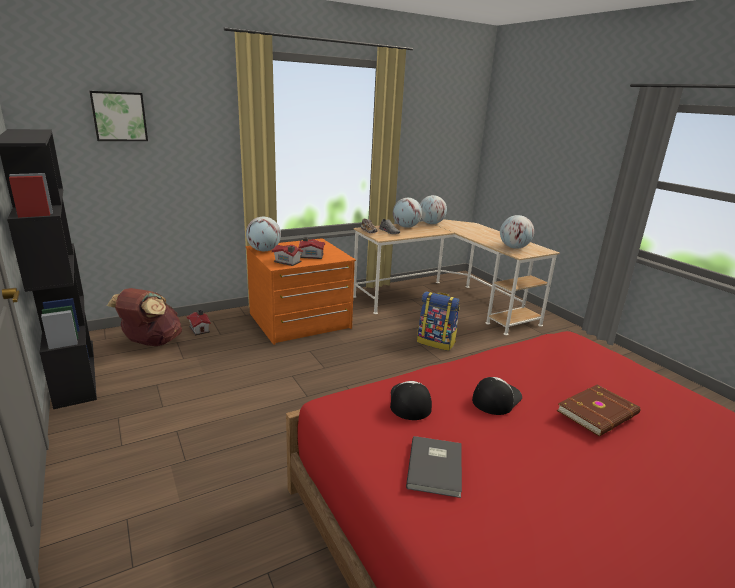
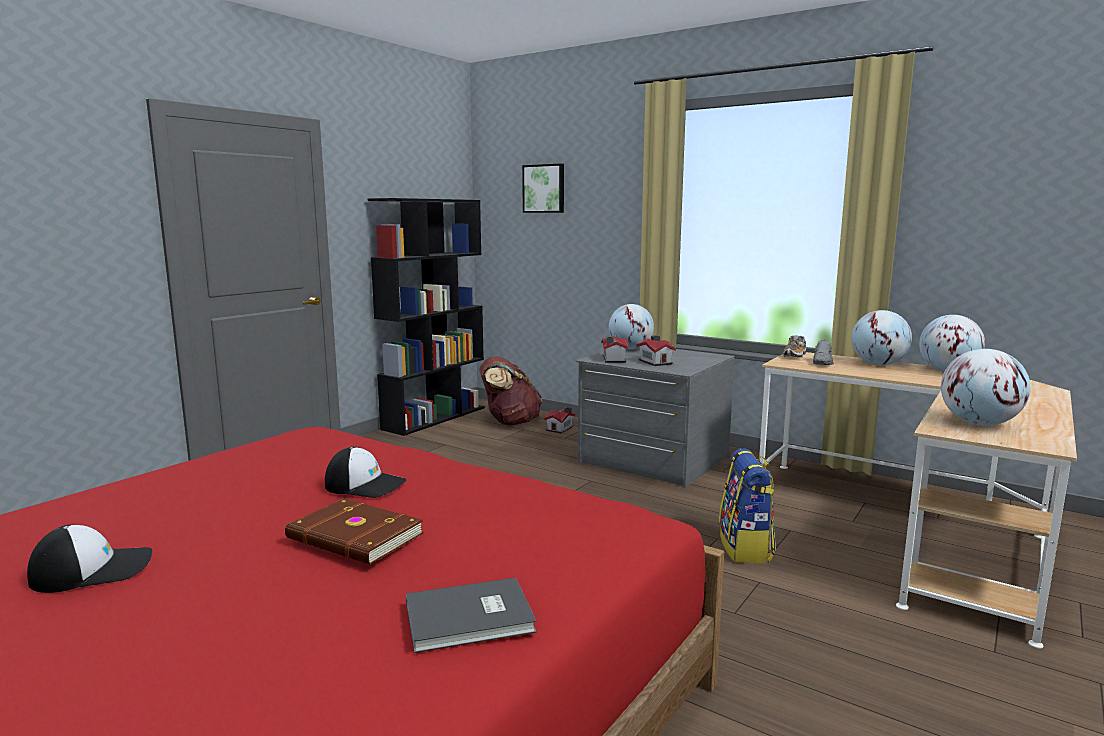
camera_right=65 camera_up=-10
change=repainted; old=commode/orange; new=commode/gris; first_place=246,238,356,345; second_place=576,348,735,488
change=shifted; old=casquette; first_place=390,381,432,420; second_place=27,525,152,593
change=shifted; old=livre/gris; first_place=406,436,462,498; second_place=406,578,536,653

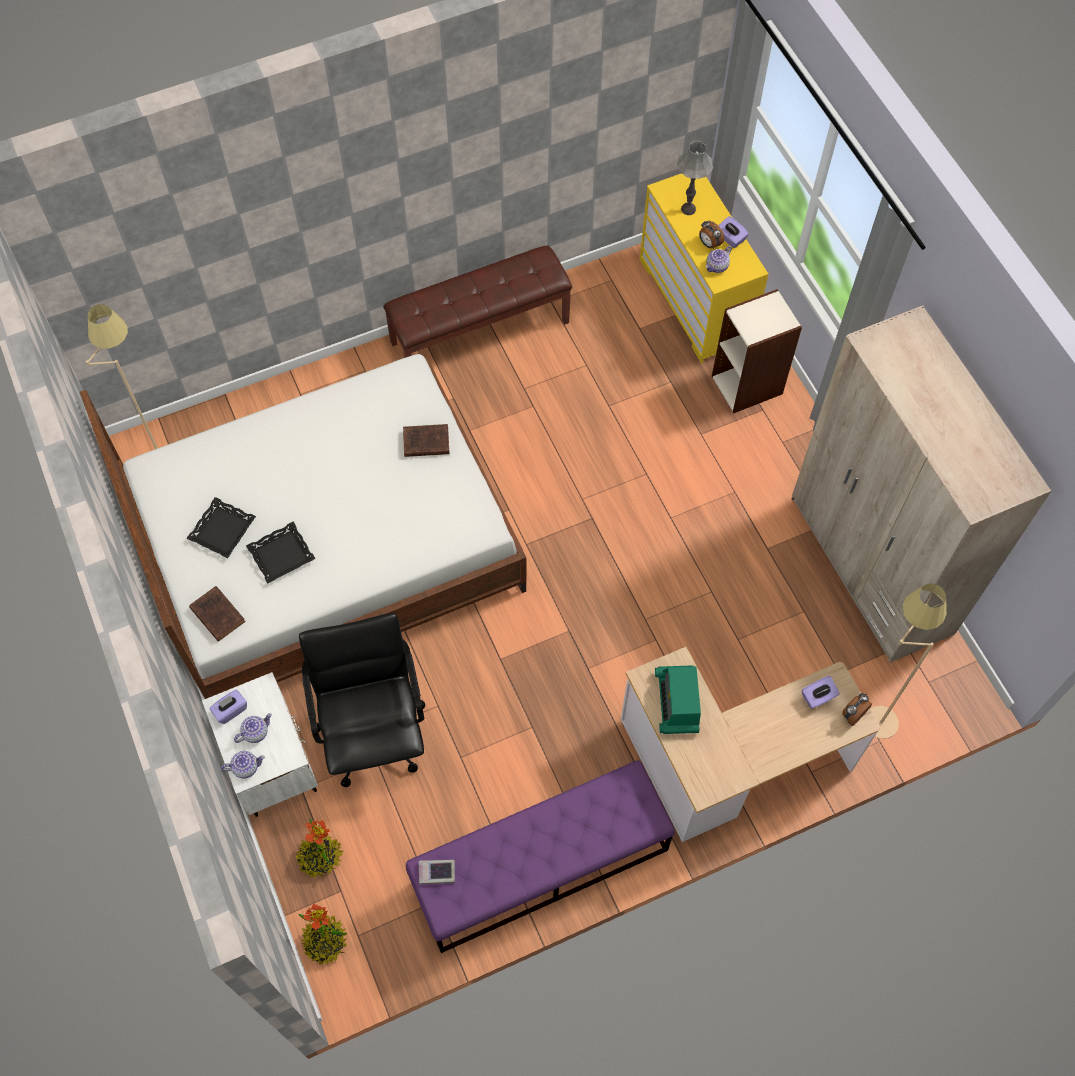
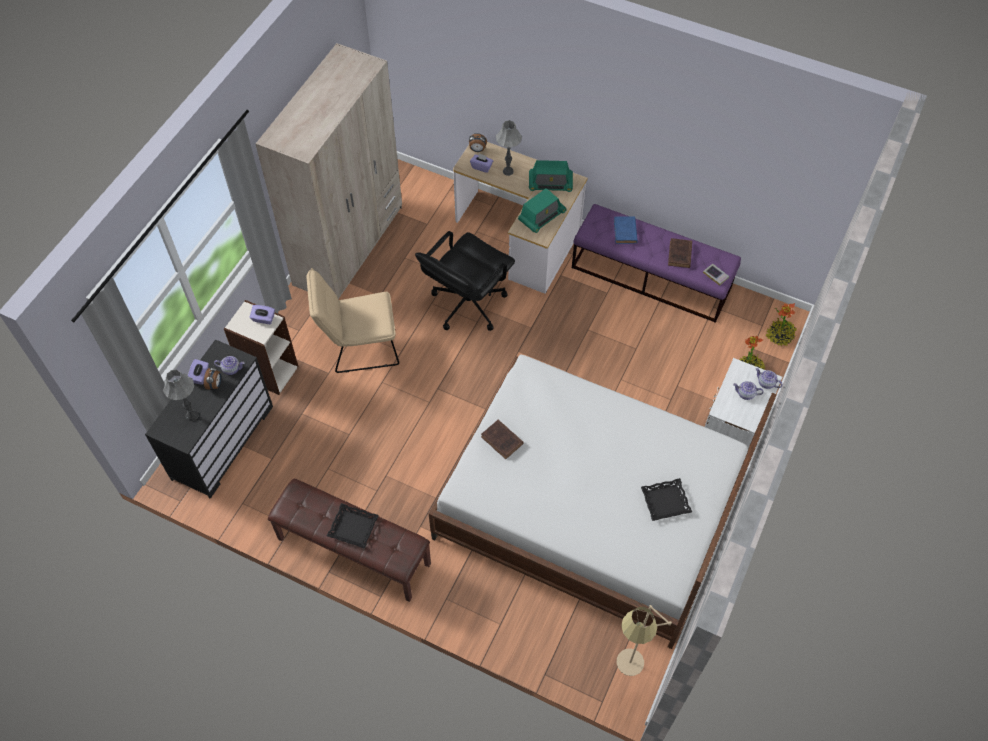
camera_right=-130 camera_up=-5
change=repainted; old=commode/jaune; new=commode/noir; first_place=640,173,769,363; second_place=145,340,273,499
change=shifted; old=plateau/noir; first_place=246,521,316,584; second_place=327,503,379,548
change=gone; old=lampadaire/beige; first_place=870,584,946,739
change=shifted; old=livre/marron; first_place=189,586,246,641; second_place=668,238,692,268
change=shifted; old=chaise de bureau/noir; first_place=299,613,425,787; second_place=415,231,515,331
change=shifted; old=boîte à mouchoirs/violet; first_place=210,690,247,724; second_place=250,305,275,324
change=new; new=lampe de table/gris; second_place=496,120,522,176
change=new; new=radio; second_place=529,160,573,192
change=new; new=livre/bleu; second_place=614,217,638,244
change=new; new=chaise/beige; second_place=306,268,399,373

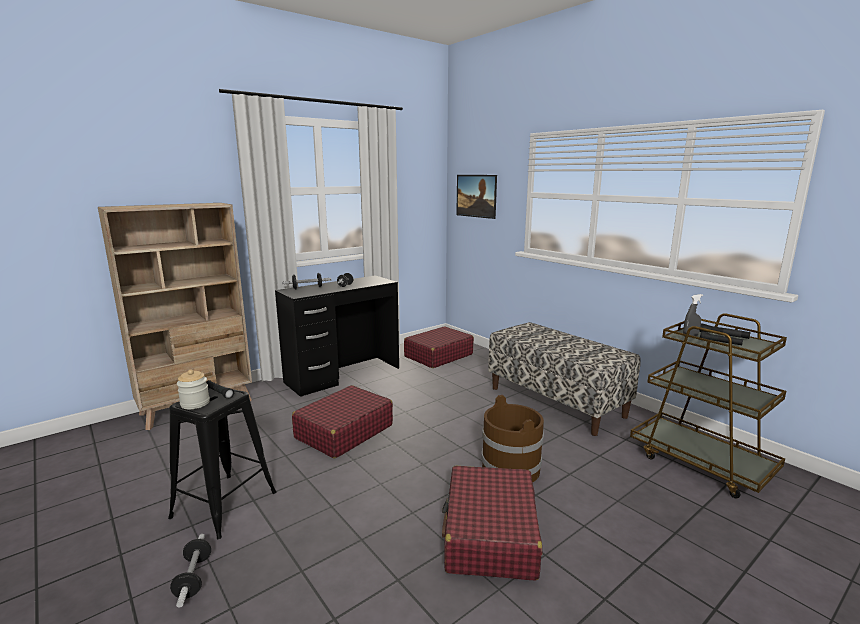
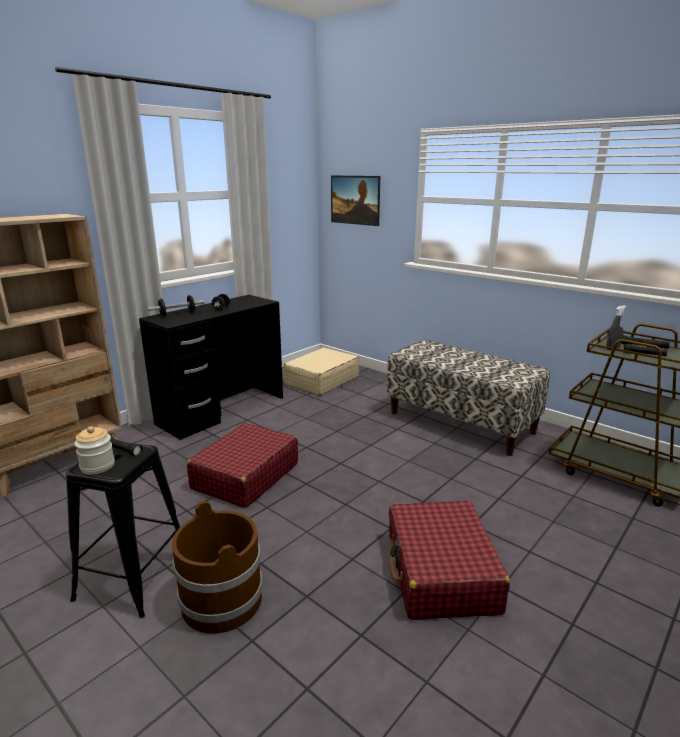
camera_right=-10 camera_up=5
change=repainted; old=valise/rouge; new=valise/beige; first_place=404,326,474,368; second_place=284,348,359,395
change=shifted; old=seau/marron; first_place=482,395,544,483; second_place=172,500,263,634
change=gone; old=haltère; first_place=170,534,211,608

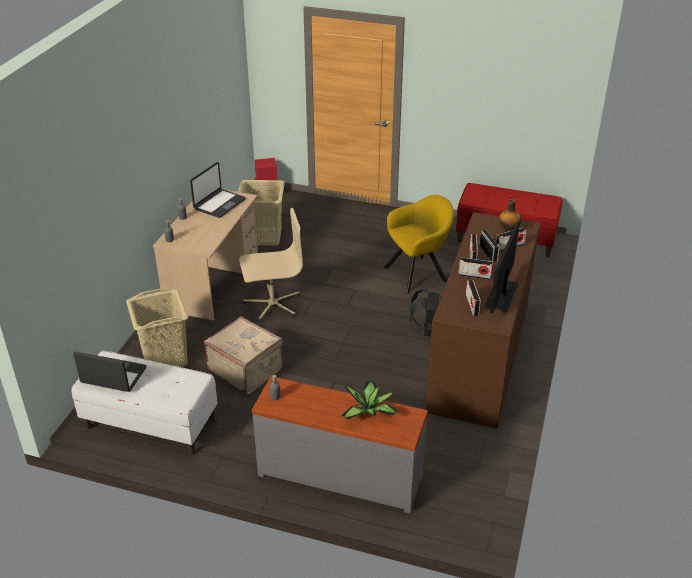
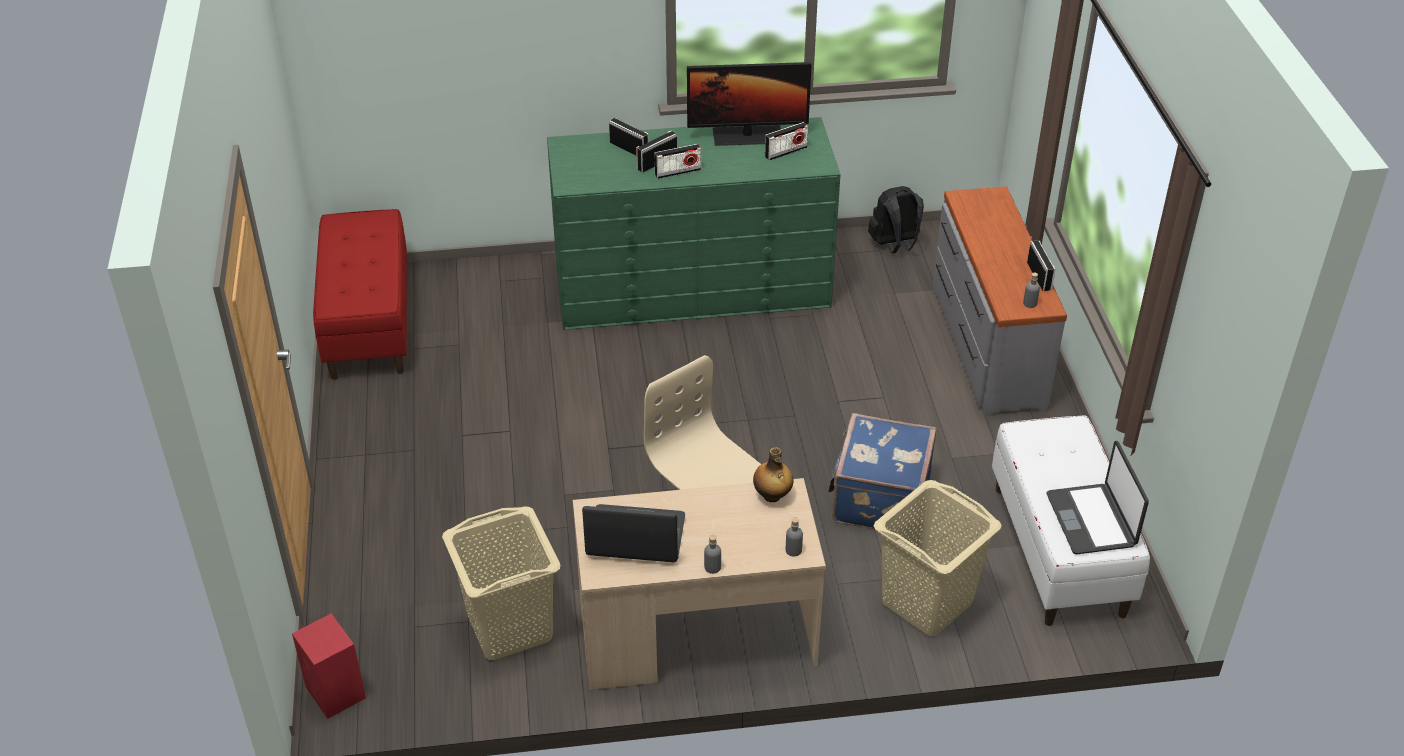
camera_right=-115 camera_up=5
change=gone; old=fauteuil/jaune; first_place=384,195,454,294
change=shifted; old=bouteille; first_place=499,199,521,232; second_place=753,447,793,502
change=repainted; old=commode/marron; new=commode/vert; first_place=426,212,540,428; second_place=547,117,840,330
change=shifted; old=radio; first_place=458,257,493,280; second_place=1027,240,1056,291
change=shifted; old=sac à dos/noir; first_place=409,289,439,336; second_place=868,186,924,253
change=repainted; old=valise/beige; new=valise/bleu; first_place=204,316,283,395; second_place=828,413,937,530
change=gone; old=plante en pot; first_place=341,381,398,419

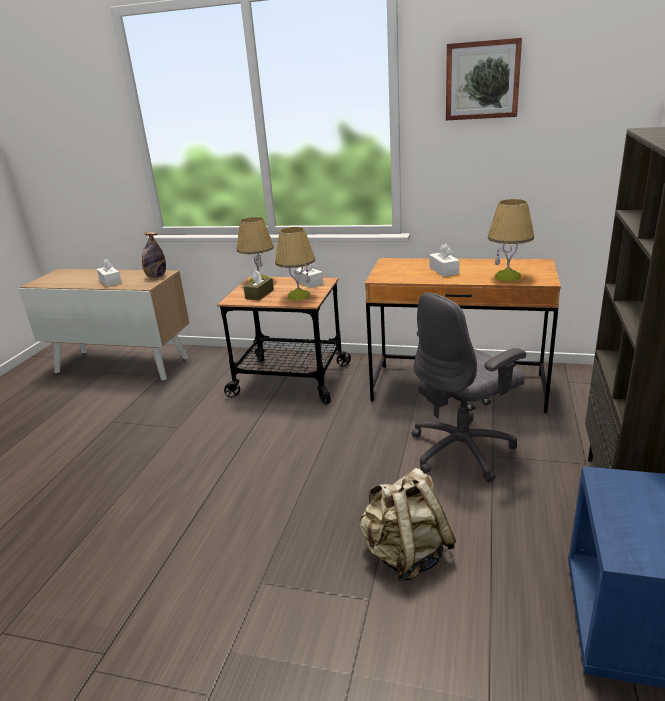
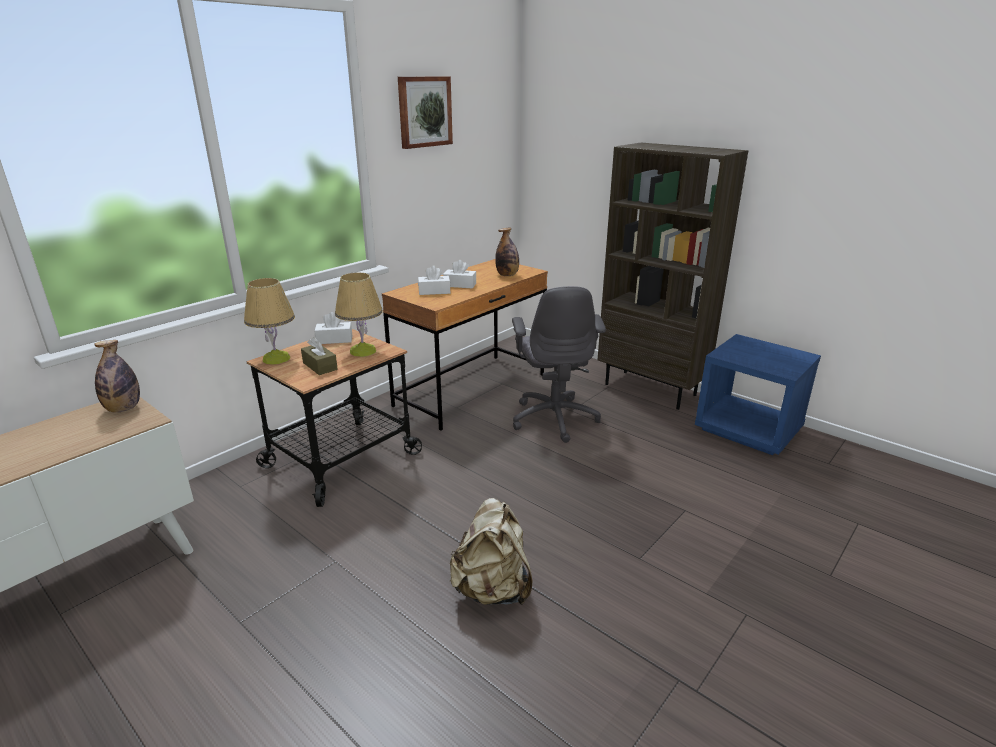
camera_right=-65 camera_up=0
change=swapped; old=lampe de table; new=bouteille; first_place=487,199,534,281; second_place=495,228,519,276
change=shifted; old=boîte à mouchoirs/blanc; first_place=97,259,122,287; second_place=418,266,451,295
change=shifted; old=sac à dos/beige; first_place=359,468,456,581; second_place=450,498,533,605

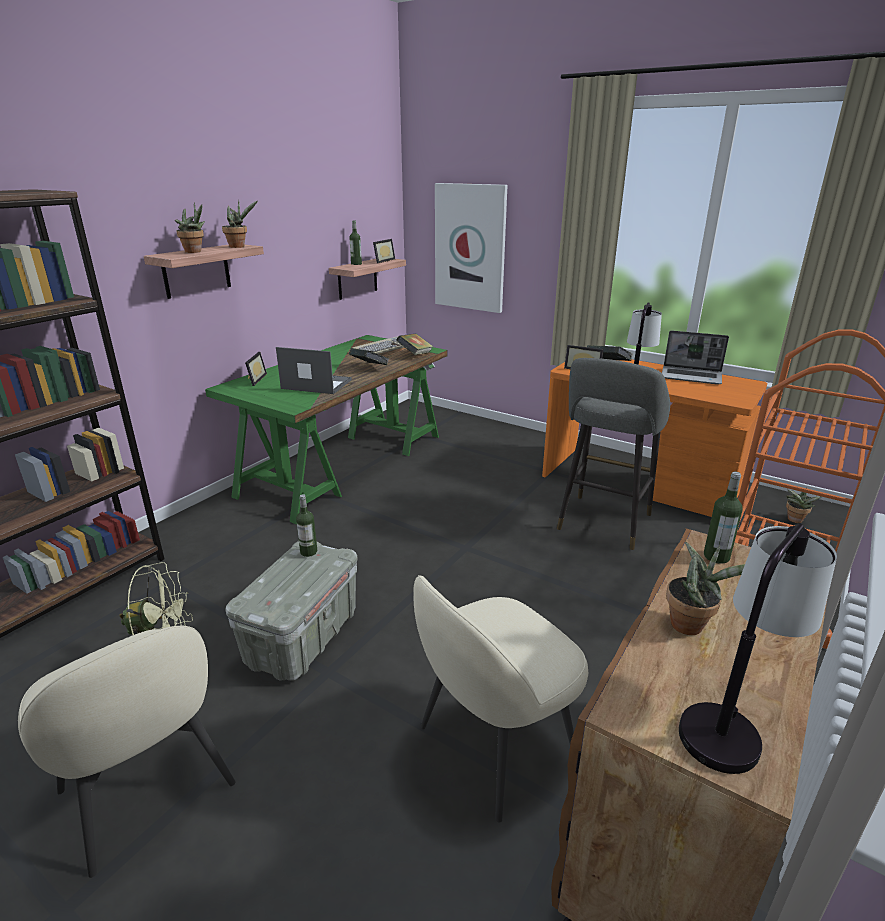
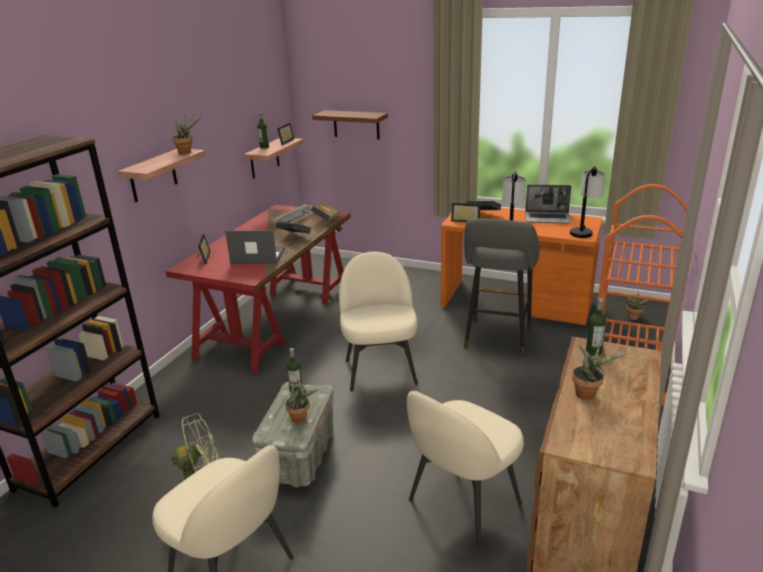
camera_right=-10 camera_up=0
change=swapped; old=tableau; new=étagère/marron; first_place=435,183,508,313; second_place=312,110,388,139
change=shifted; old=plante en pot; first_place=175,202,205,253; second_place=285,380,319,423
change=repainted; old=bureau/vert; new=bureau/rouge; first_place=205,335,447,524; second_place=166,205,351,373
change=shifted; old=lampe de table; first_place=679,524,837,774; second_place=570,166,605,238
change=new; new=chaise/beige; second_place=339,252,418,392

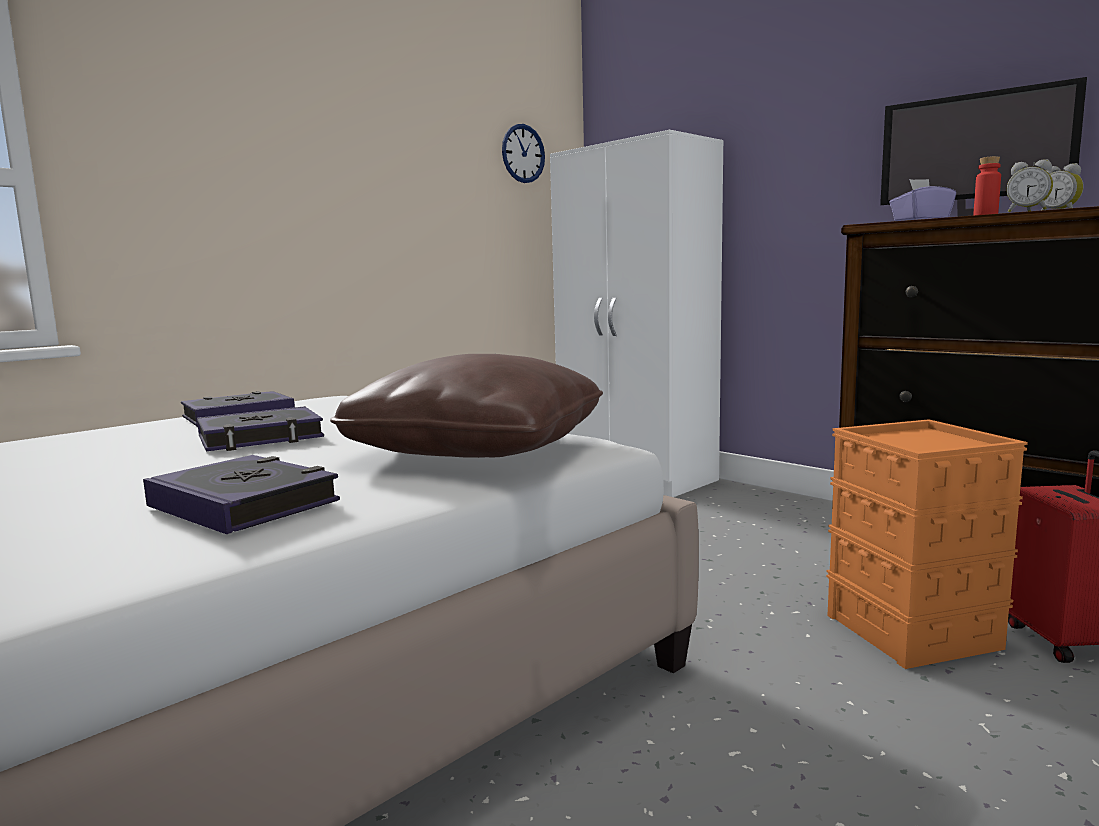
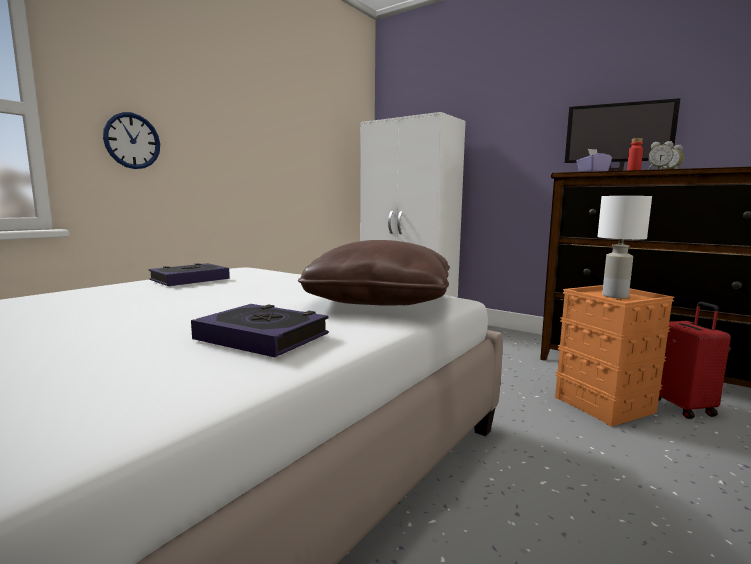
camera_right=-10 camera_up=0
change=shifted; old=horloge murale; first_place=502,124,545,183; second_place=103,112,160,169
change=gone; old=livre; first_place=197,406,324,451
change=new; new=lampe de table/blanc; second_place=598,196,652,298

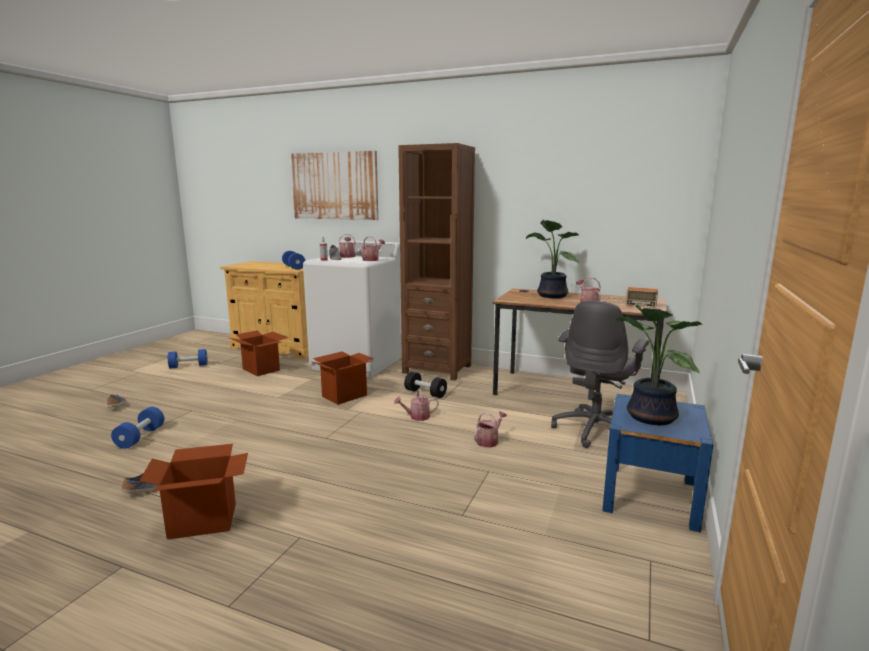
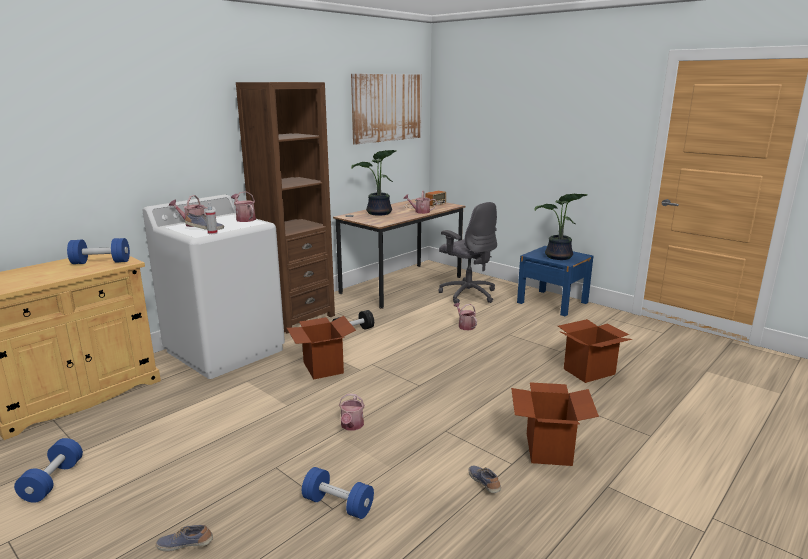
camera_right=-70 camera_up=5
change=shifted; old=tableau; first_place=291,151,378,220; second_place=351,74,422,145
change=shifted; old=carton; first_place=229,330,288,376; second_place=558,319,632,383
change=shifted; old=arrosoir; first_place=394,389,439,421; second_place=339,394,365,431

